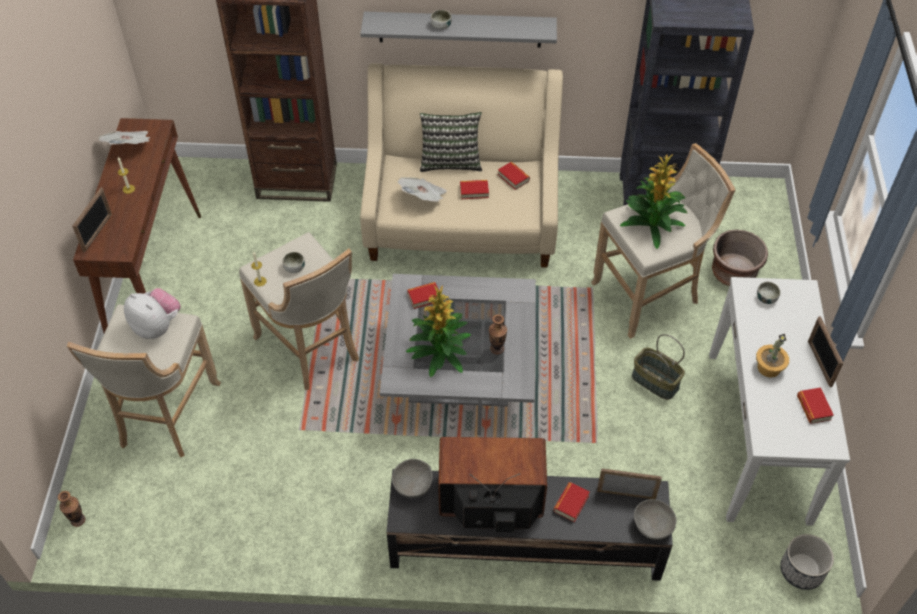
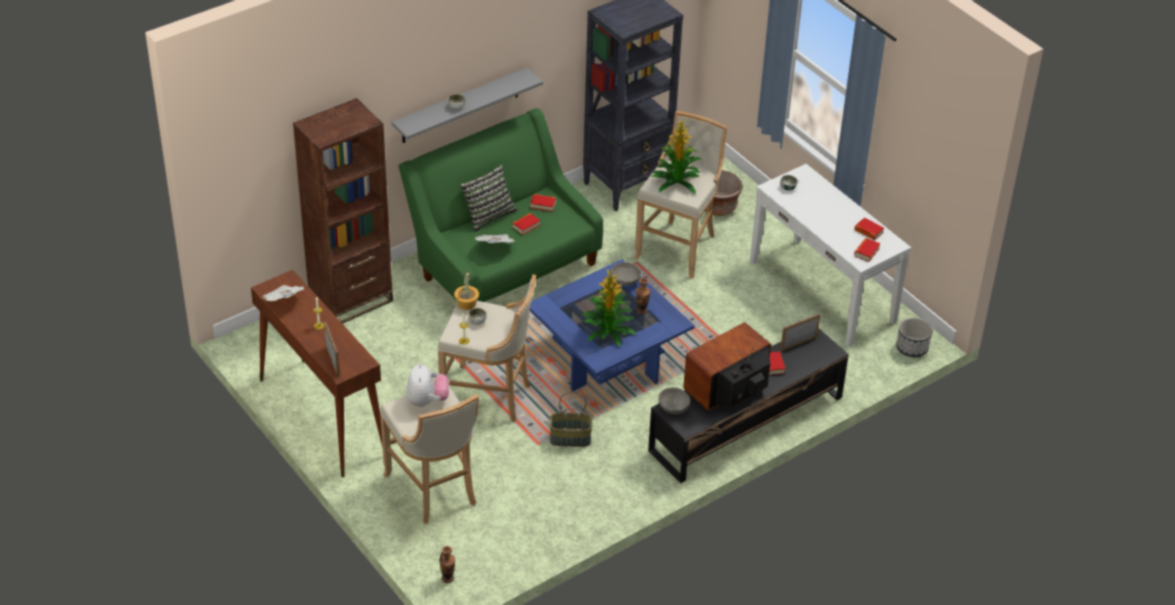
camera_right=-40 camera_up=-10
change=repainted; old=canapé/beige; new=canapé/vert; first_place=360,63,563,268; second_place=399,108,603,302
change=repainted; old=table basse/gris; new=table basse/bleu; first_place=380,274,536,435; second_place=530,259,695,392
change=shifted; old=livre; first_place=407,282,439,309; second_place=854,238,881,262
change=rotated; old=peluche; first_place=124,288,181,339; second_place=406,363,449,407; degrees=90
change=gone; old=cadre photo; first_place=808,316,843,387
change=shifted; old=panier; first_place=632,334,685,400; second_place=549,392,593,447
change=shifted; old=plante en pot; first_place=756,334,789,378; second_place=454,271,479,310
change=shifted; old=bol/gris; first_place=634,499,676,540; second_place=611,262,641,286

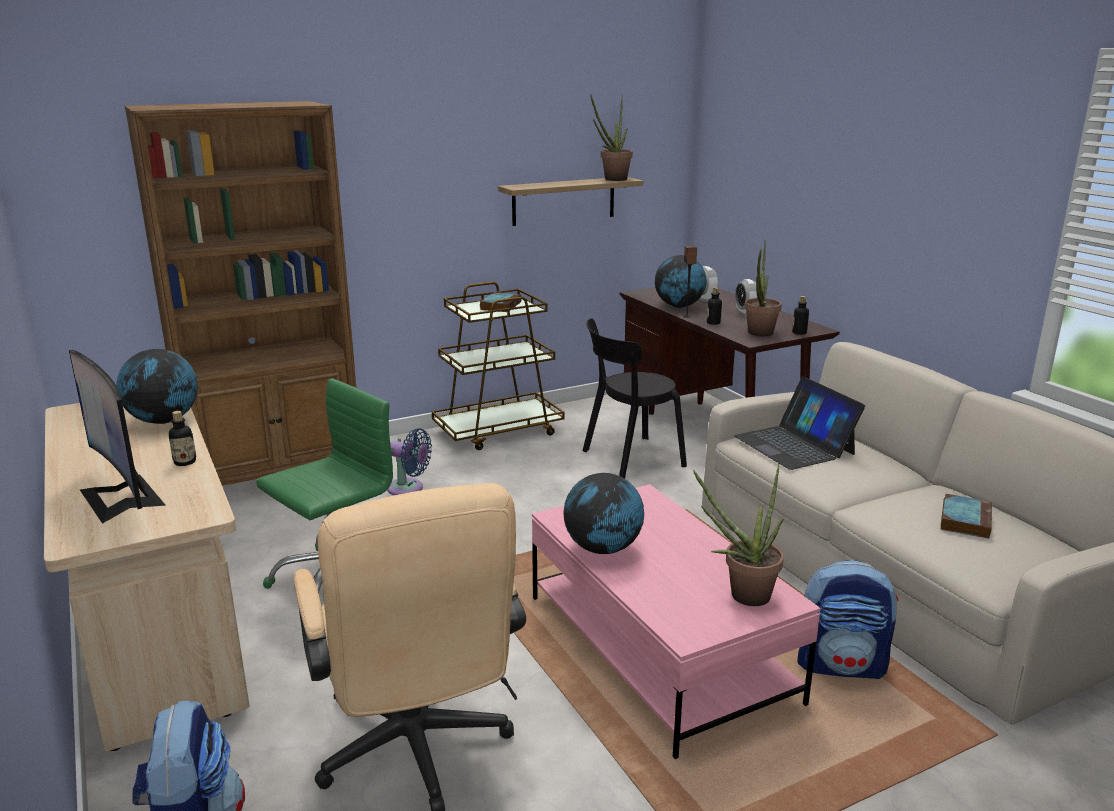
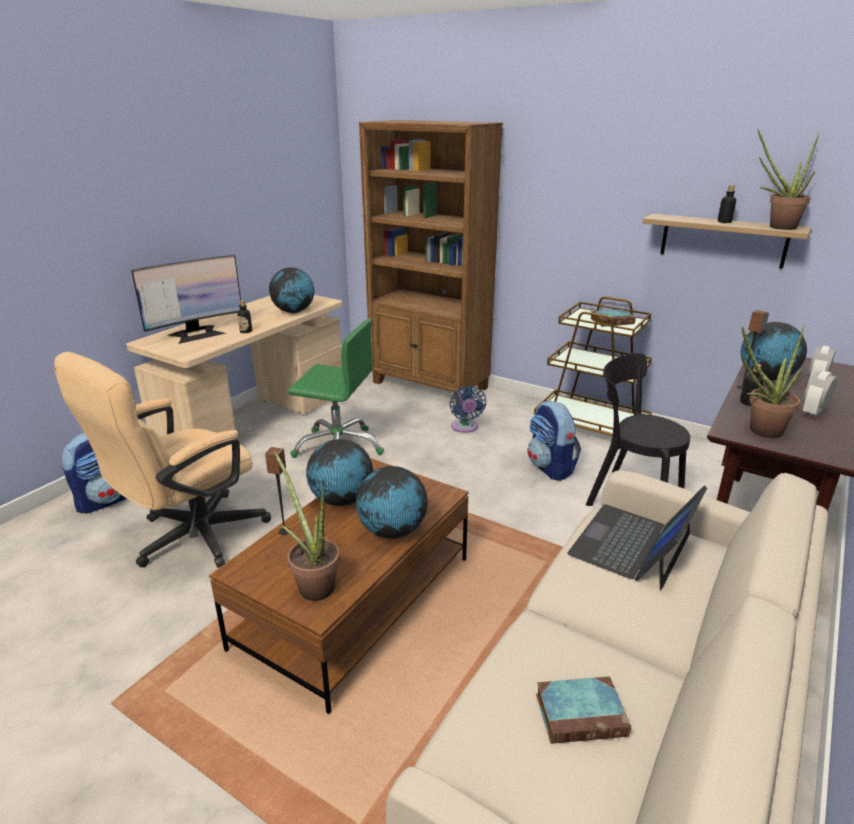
camera_right=60 camera_up=5
change=shifted; old=bouteille; first_place=792,296,809,335; second_place=718,185,736,223
change=rotated; old=écran d'ordinateur; first_place=69,350,166,524; second_place=131,255,241,344; degrees=-150
change=repainted; old=table basse/rose; new=table basse/marron; first_place=532,484,821,759; second_place=209,458,468,714
change=shifted; old=sac à dos; first_place=797,560,898,679; second_place=527,401,581,481
change=new; new=enceinte; second_place=265,447,291,535
change=new; new=globe; second_place=356,466,428,539

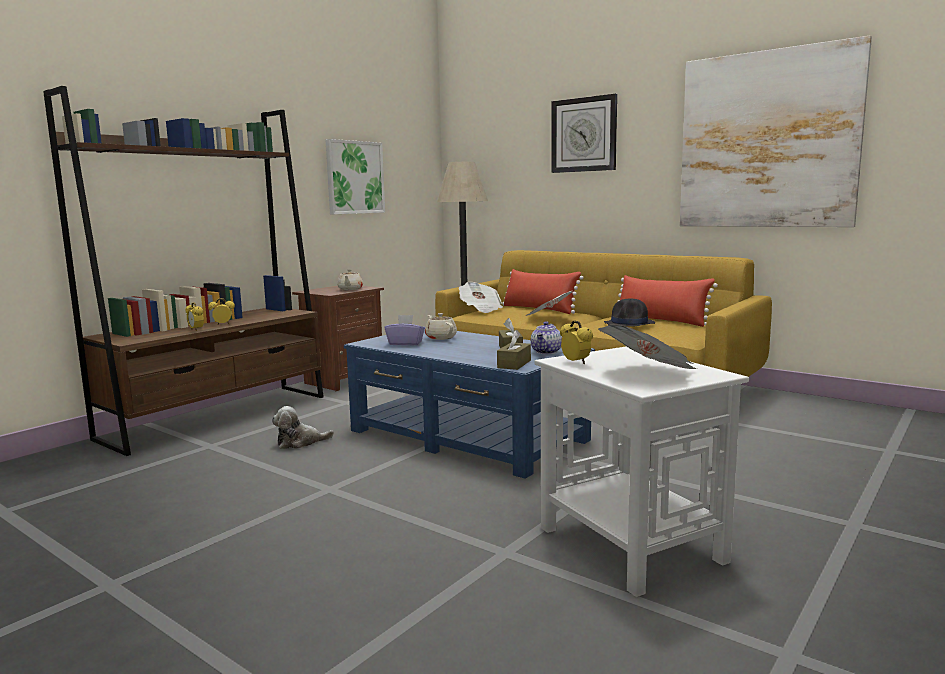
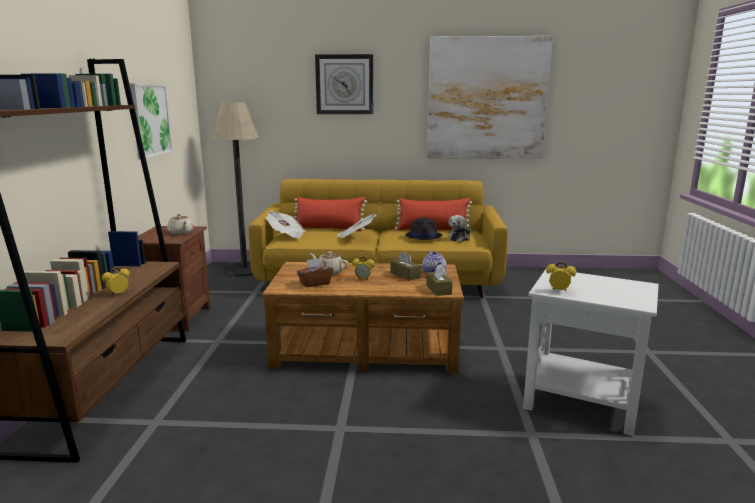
camera_right=-35 camera_up=5
change=shifted; old=réveil; first_place=185,302,204,331; second_place=352,256,375,280
change=repainted; old=boîte à mouchoirs/violet; new=boîte à mouchoirs/marron; first_place=385,315,425,345; second_place=297,258,333,287
change=gone; old=journal; first_place=598,324,697,369
change=repainted; old=table basse/bleu; new=table basse/marron; first_place=344,326,595,479; second_place=262,262,464,374
change=shifted; old=peluche; first_place=272,406,334,449; second_place=448,215,471,242

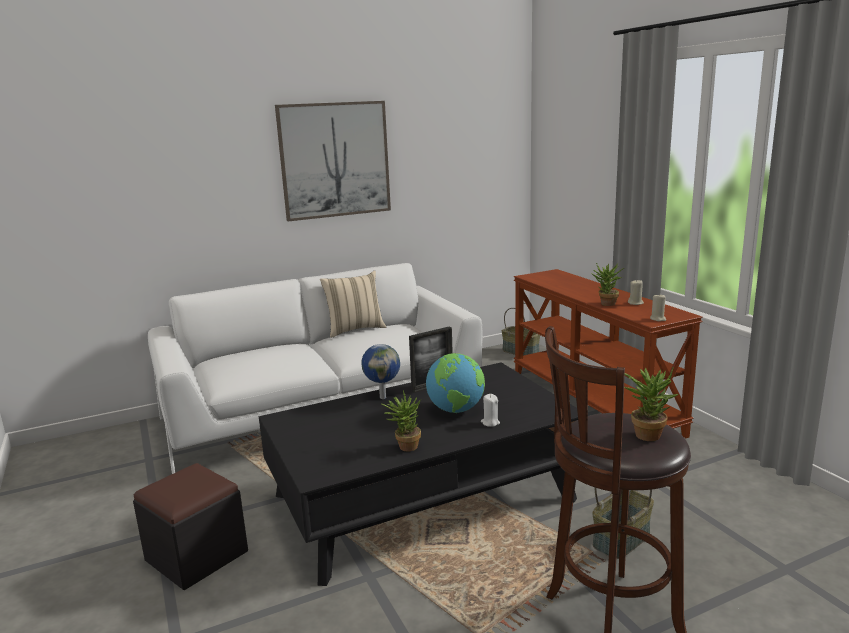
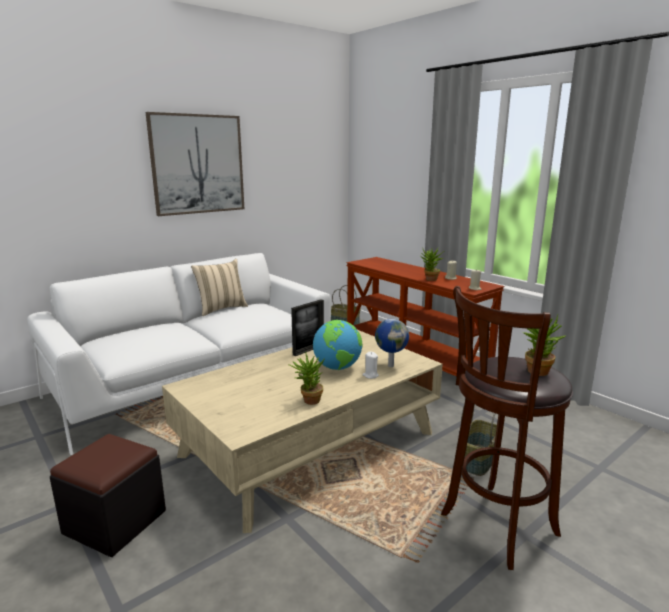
camera_right=-15 camera_up=0
change=shifted; old=globe; first_place=362,344,400,399; second_place=375,319,409,367
change=repainted; old=table basse/noir; new=table basse/beige; first_place=259,363,578,586; second_place=162,330,443,533

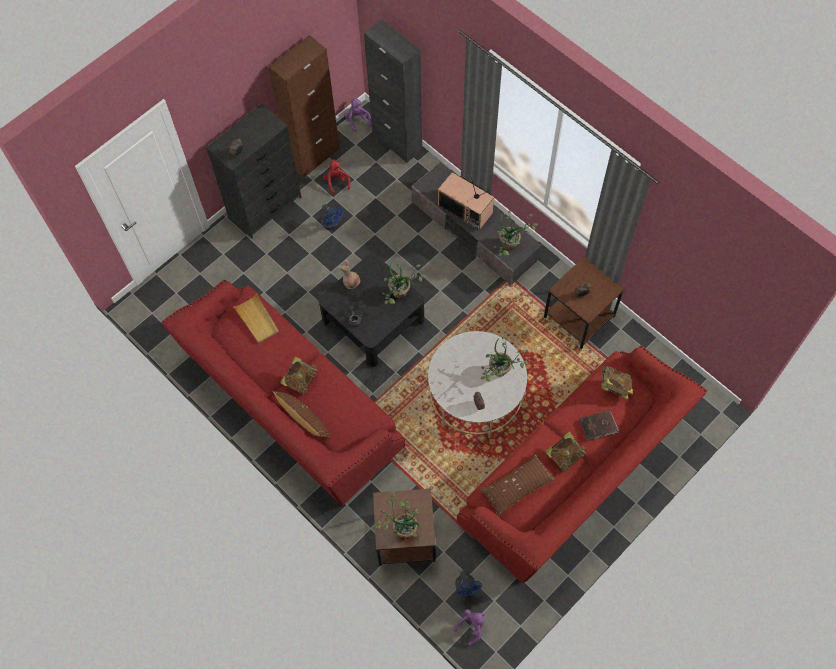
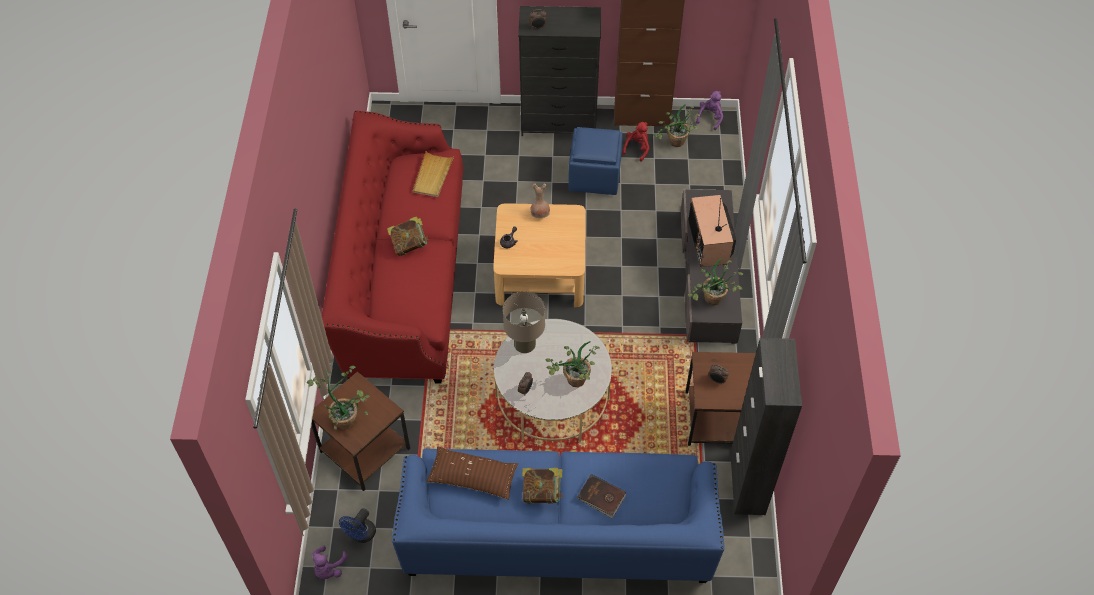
camera_right=45 camera_up=-10
change=shifted; old=meuble de rangement/noir; first_place=364,19,422,163; second_place=730,338,802,515
change=swapped; old=ventilateur/bleu; new=pouf/bleu; first_place=321,204,344,230; second_place=569,127,623,195
change=repainted; old=table basse/noir; new=table basse/beige; first_place=318,254,424,367; second_place=493,203,586,307
change=shifted; old=plante en pot; first_place=382,259,426,304; second_place=653,104,700,147
change=repainted; old=canapé/rouge; new=canapé/bleu; first_place=457,346,707,583; second_place=392,449,725,583
change=gone; old=livre; first_place=601,366,633,400
change=gone; old=coussin/marron; first_place=273,391,331,438
change=rotated; old=peluche/violet; first_place=454,609,485,646; second_place=312,545,348,579; degrees=105
change=new; new=lampe de table/beige; second_place=503,292,545,353

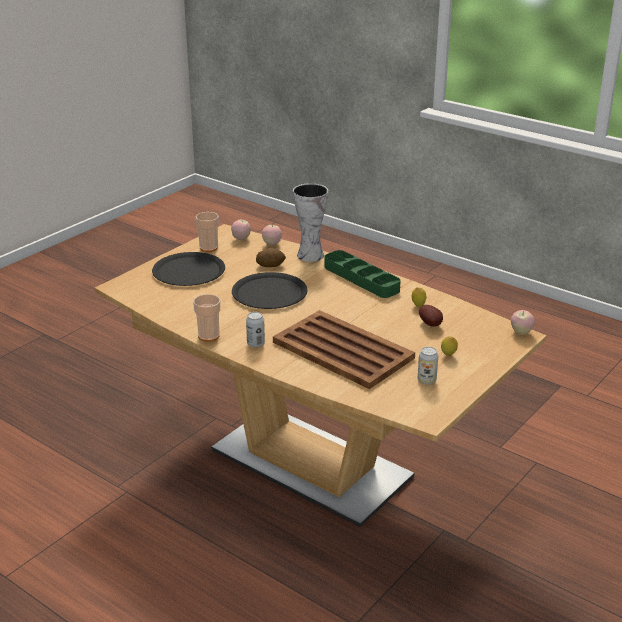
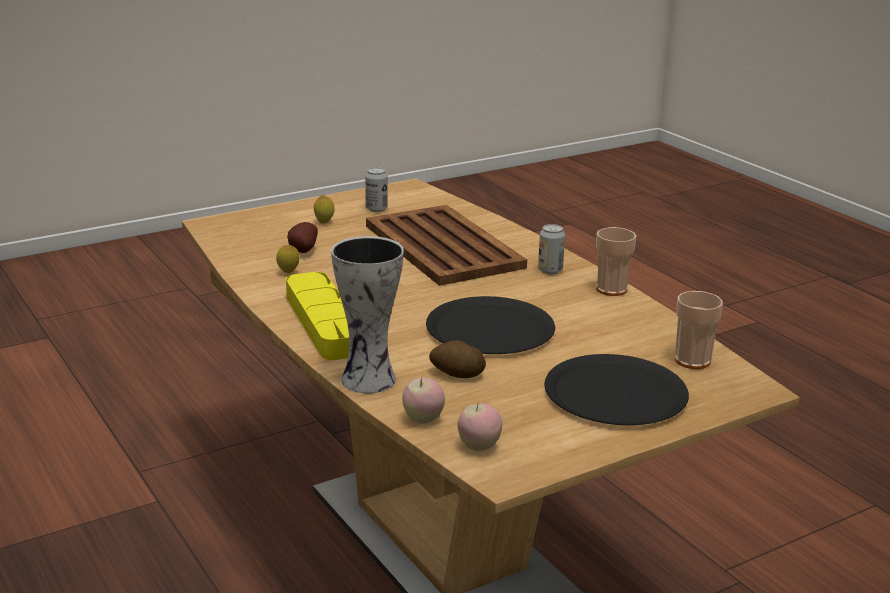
camera_right=-160 camera_up=-5
change=shifted; old=tasse; first_place=196,212,219,252; second_place=675,291,723,369
change=repainted; old=plateau/vert; new=plateau/jaune; first_place=324,250,401,298; second_place=286,272,349,360
change=gone; old=pomme; first_place=511,310,535,335

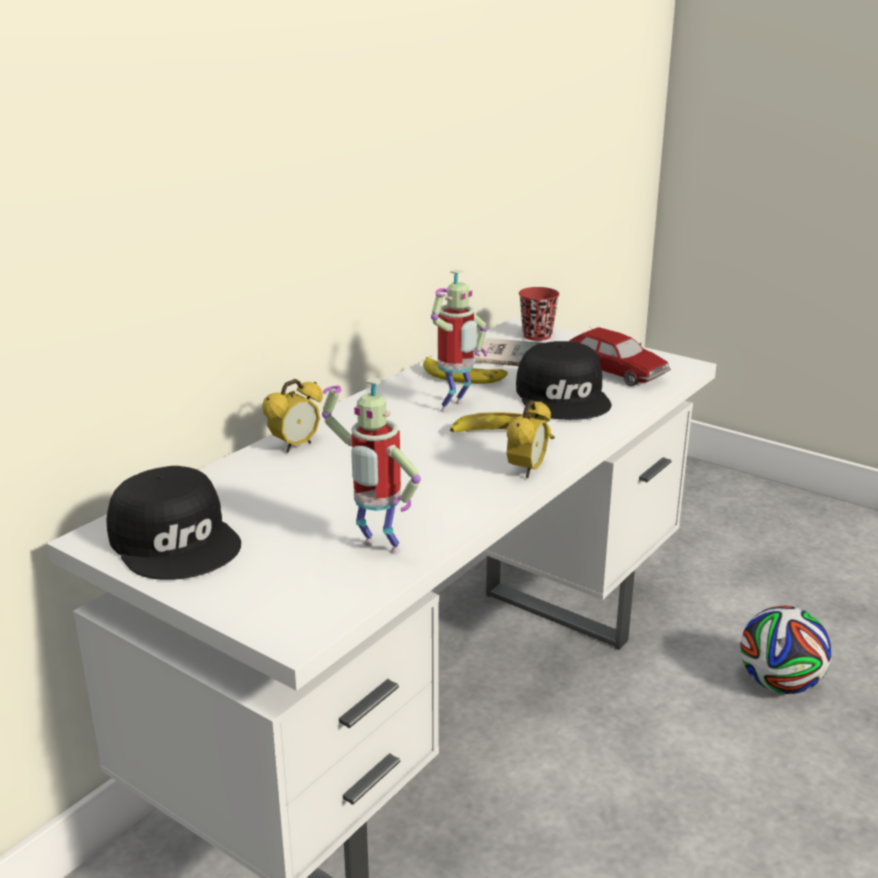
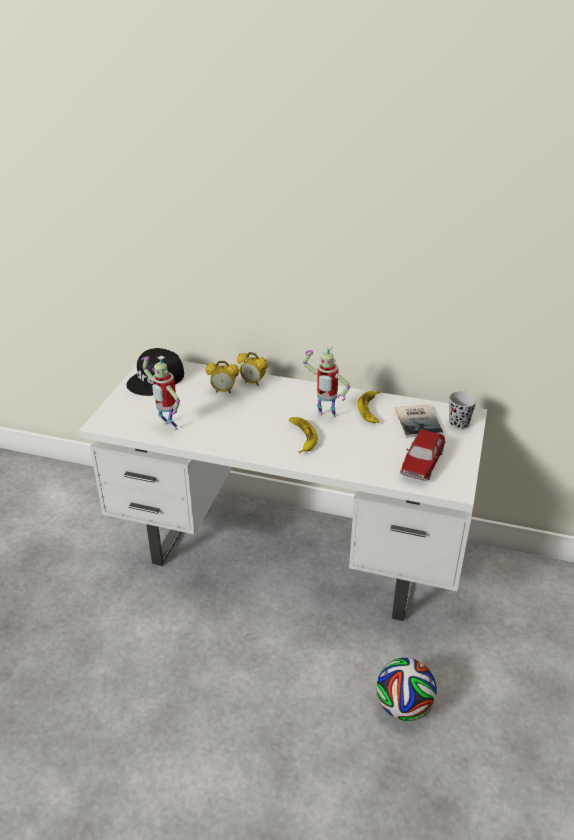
camera_right=70 camera_up=10
change=repainted; old=tasse/rouge; new=tasse/noir; first_place=519,287,559,341; second_place=449,391,477,429
change=gone; old=casquette/noir; first_place=516,341,612,420
change=rotated; old=robot jouet; first_place=322,377,421,554; second_place=141,355,180,430; degrees=-60
change=shifted; old=réveil; first_place=507,400,551,478; second_place=206,361,239,393

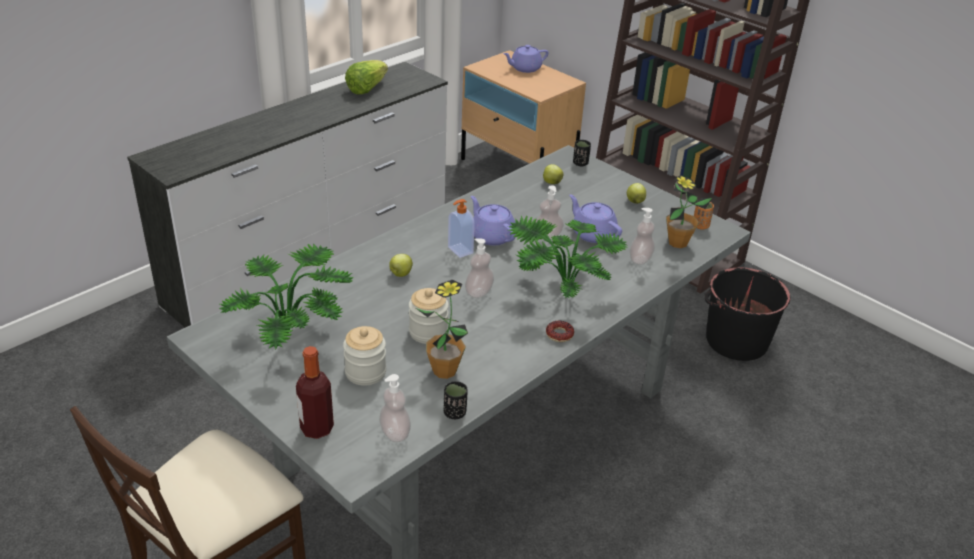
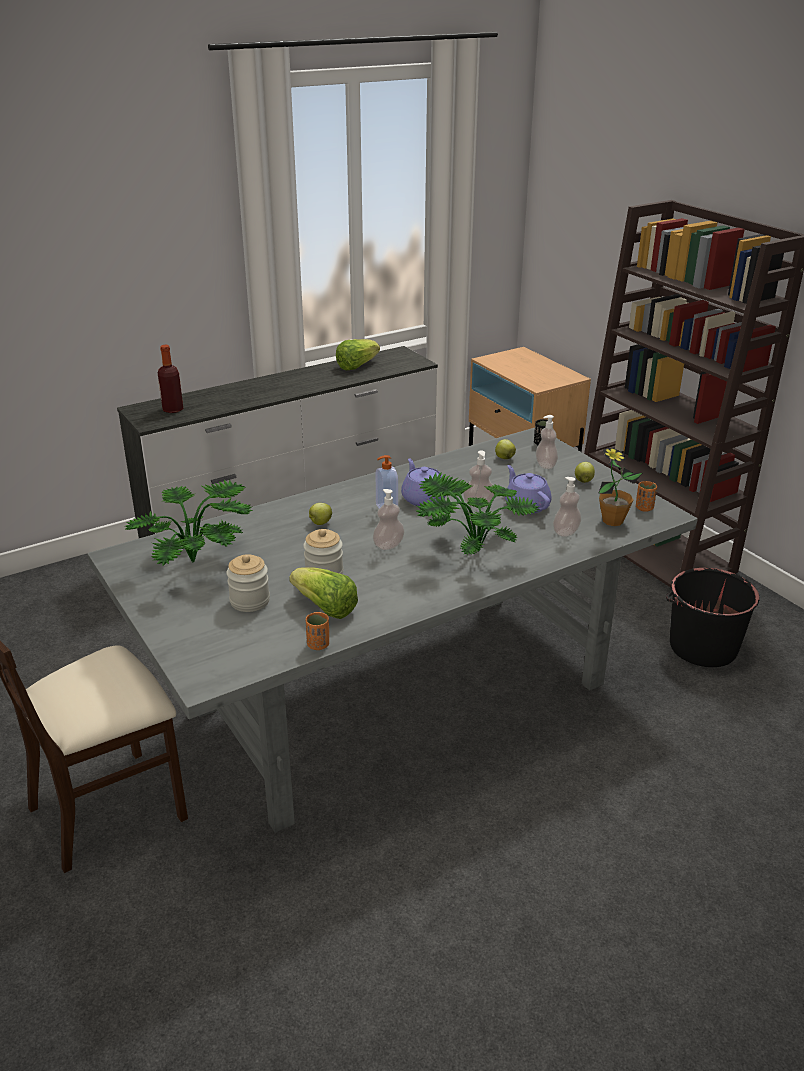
camera_right=15 camera_up=-5
change=gone; old=théière/violet; first_place=503,45,548,73
change=swapped; old=plante en pot; new=laitue; first_place=416,280,468,379; second_place=289,567,358,619
change=gone; old=beignet; first_place=546,321,574,342
change=shifted; old=bouteille; first_place=296,346,334,439; second_place=158,345,183,413
change=shifted; old=distributeur de savon; first_place=379,374,411,442; second_place=536,415,558,469
change=repainted; old=tasse/noir; new=tasse/orange; first_place=444,381,468,419; second_place=306,612,329,650

